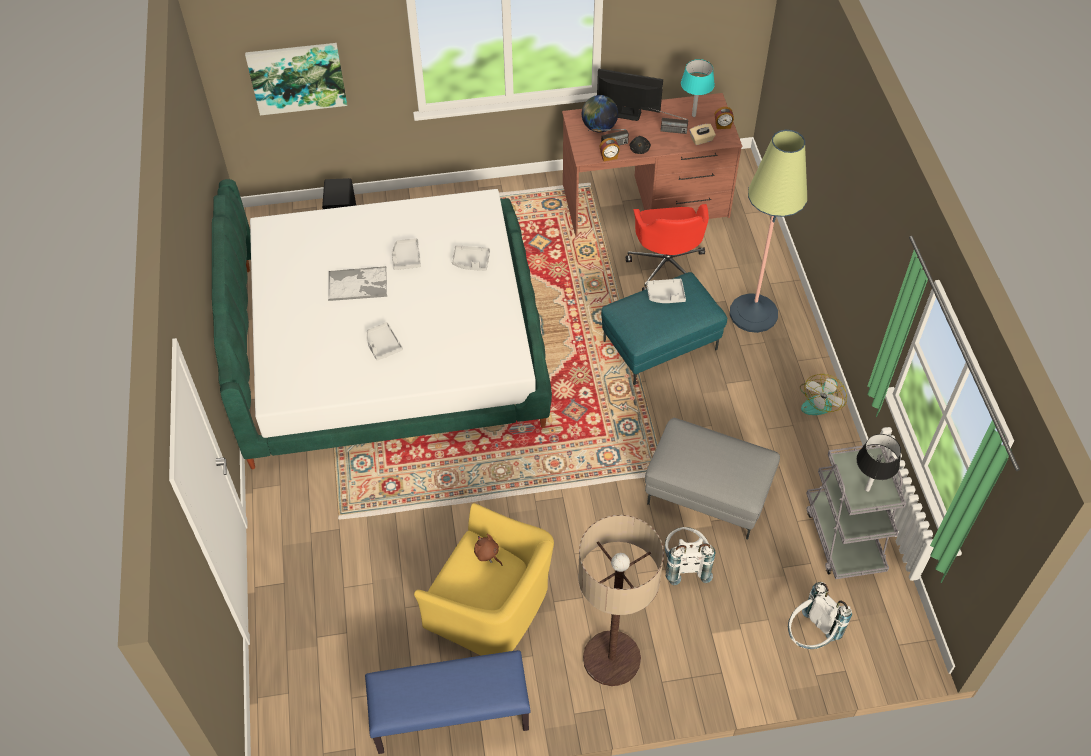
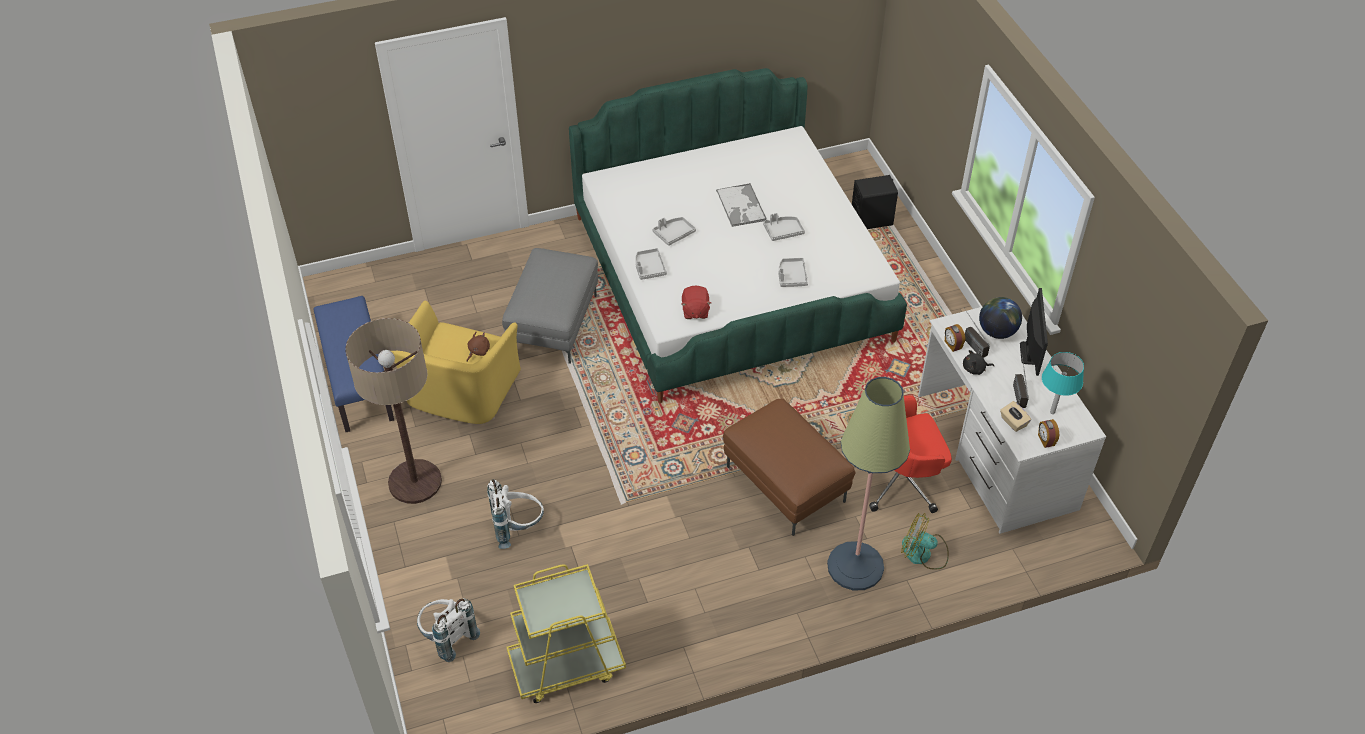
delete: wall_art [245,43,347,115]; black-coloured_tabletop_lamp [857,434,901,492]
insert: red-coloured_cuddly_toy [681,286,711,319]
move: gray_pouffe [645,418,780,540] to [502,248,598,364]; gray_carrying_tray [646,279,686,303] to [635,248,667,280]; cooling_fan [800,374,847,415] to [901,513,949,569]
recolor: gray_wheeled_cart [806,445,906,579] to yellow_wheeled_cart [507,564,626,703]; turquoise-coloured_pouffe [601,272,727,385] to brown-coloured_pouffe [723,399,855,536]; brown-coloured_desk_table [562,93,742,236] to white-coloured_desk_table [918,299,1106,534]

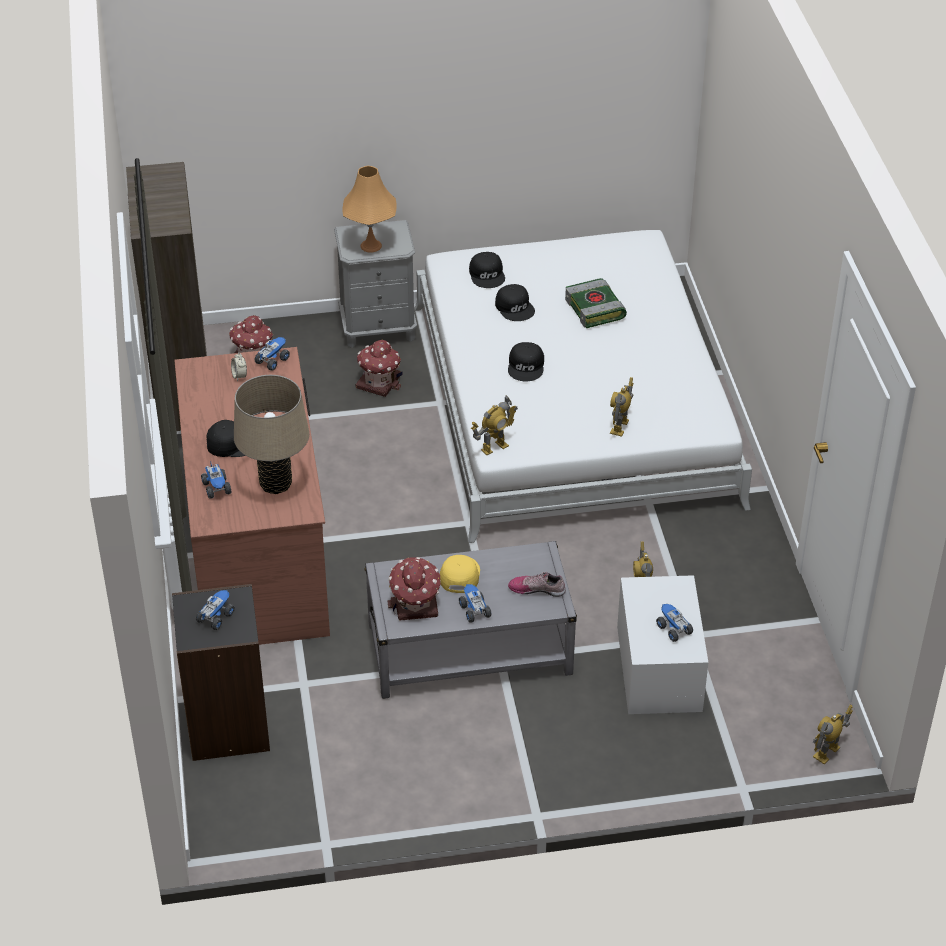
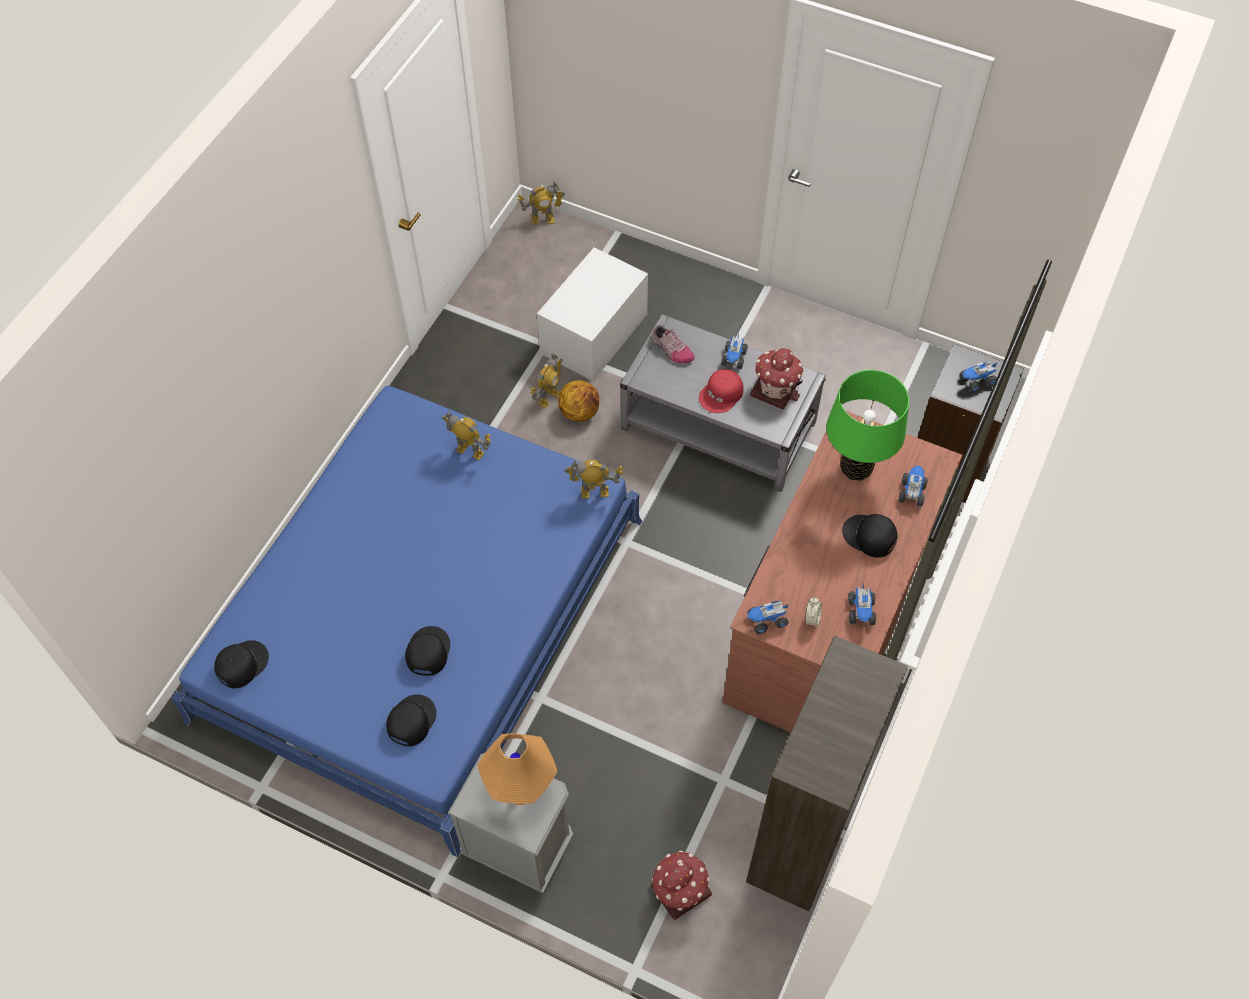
delete: miniature_house [356,340,403,397]; book [565,278,627,328]
insert: ball_for_basketball [558,380,599,422]
move: black-coloured_baseball_cap [508,342,544,381] to [214,640,269,688]; toy_truck [656,604,693,642] to [848,584,876,625]
recolor: white-coloured_bed [415,230,752,543] to blue_bed [171,385,642,857]; yellow_baseball_cap [440,555,480,593] to red-coloured_baseball_cap [699,369,744,413]; sand-coloured_tabletop_lamp [234,375,309,494] to greenish_tabletop_lamp [826,370,909,481]
rotate: model_robot [610,377,633,437] = [442,411,491,460] 120 degrees counterclockwise

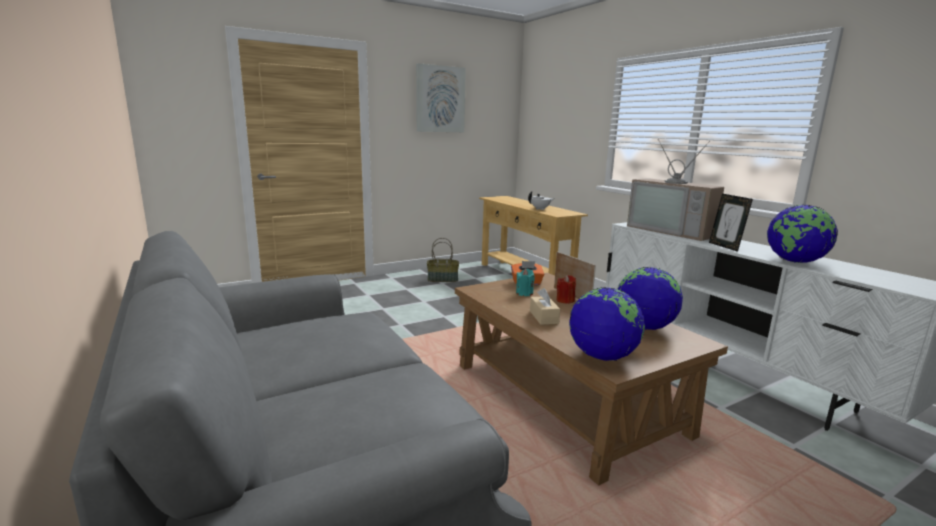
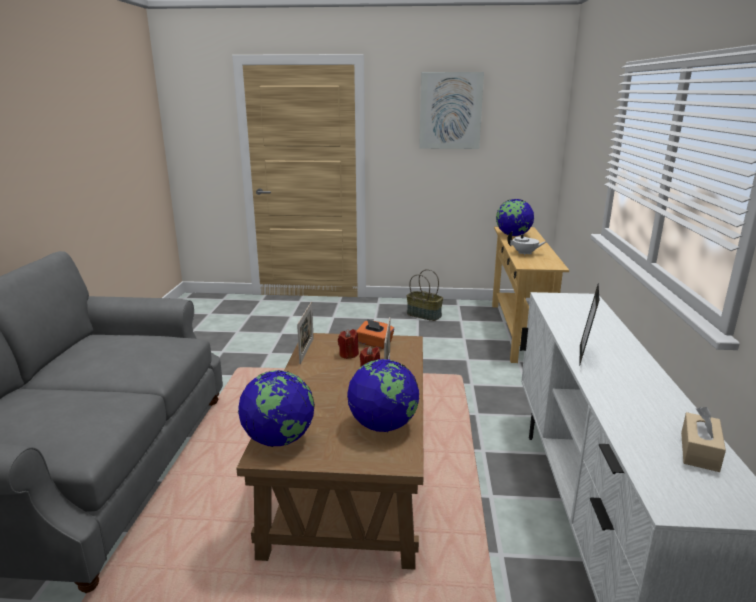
delete: TV_set [627,139,724,241]
insert: photo_frame [297,302,314,364]
move: world_globe [767,205,838,263] to [496,199,534,236]; sand-coloured_tissue_box [530,288,560,325] to [681,407,726,472]
recolor: turquoise-coloured_wax_light [516,269,535,296] to red-coloured_wax_light [338,329,359,359]

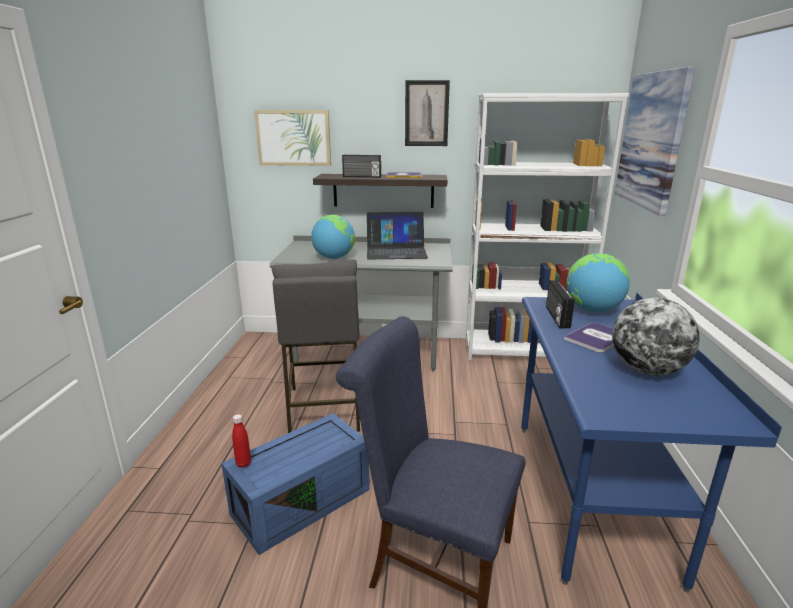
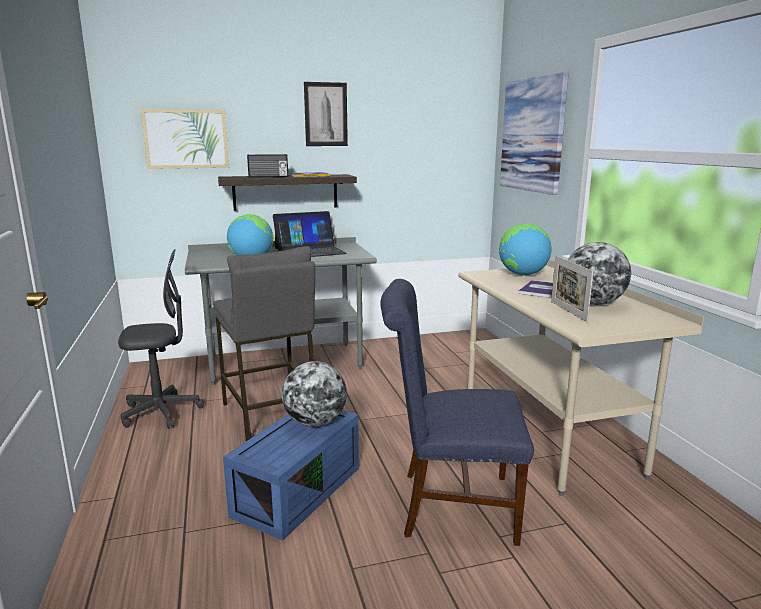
delete: red-coloured_drink_bottle [232,414,251,468]; white-coloured_bookcase [466,93,629,361]; radio_set [546,280,575,329]
insert: gray_computer_chair [118,249,204,429]; world_globe [282,361,347,427]; photo_frame [551,256,593,322]
recolor: blue_desk_table [521,293,782,593] to sand-coloured_desk_table [458,260,704,496]

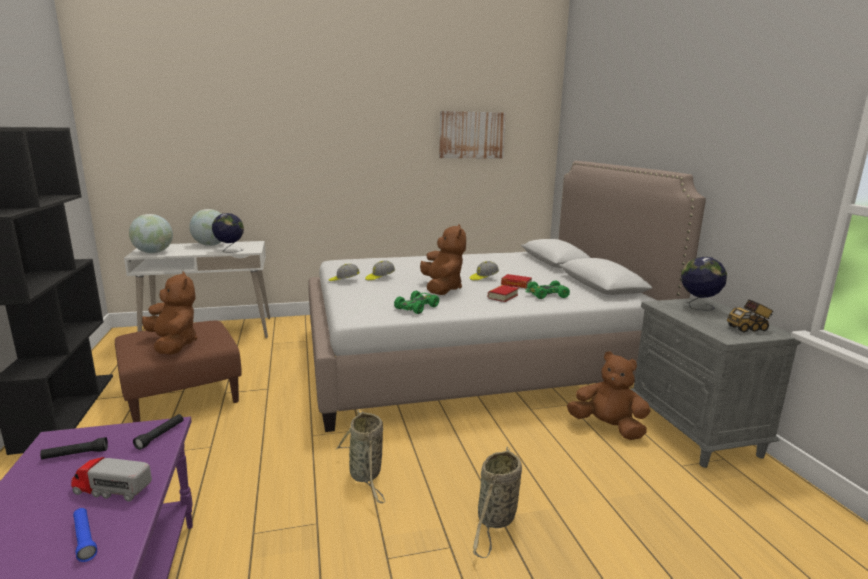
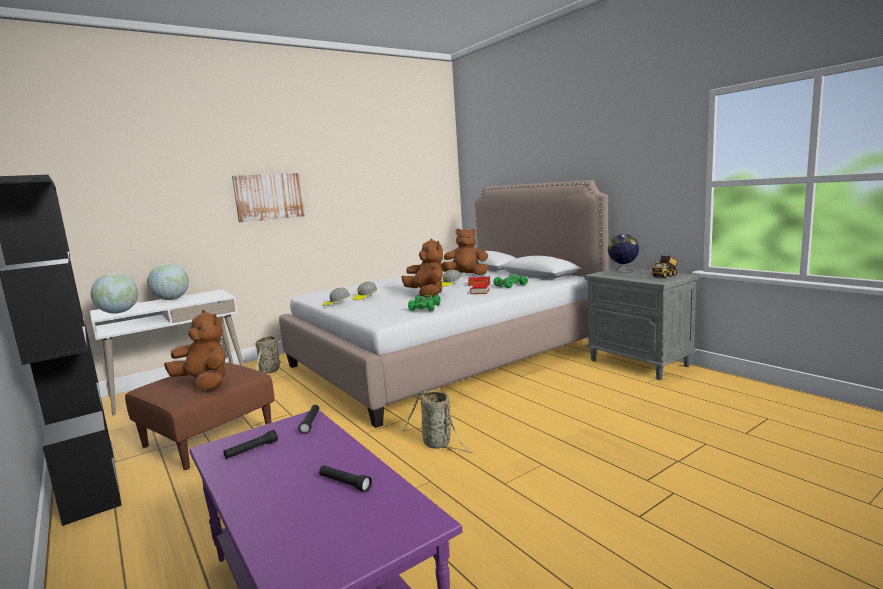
delete: toy_truck [71,457,152,502]; world_globe [212,213,244,253]
move: wall_art [439,111,506,158] to [232,173,306,222]; storage_basket [473,447,522,558] to [256,335,281,373]; brown-coloured_cuddly_toy [567,352,650,440] to [440,229,488,275]
recolor: blue_hand_torch [73,508,97,562] to black-coloured_hand_torch [319,465,372,492]

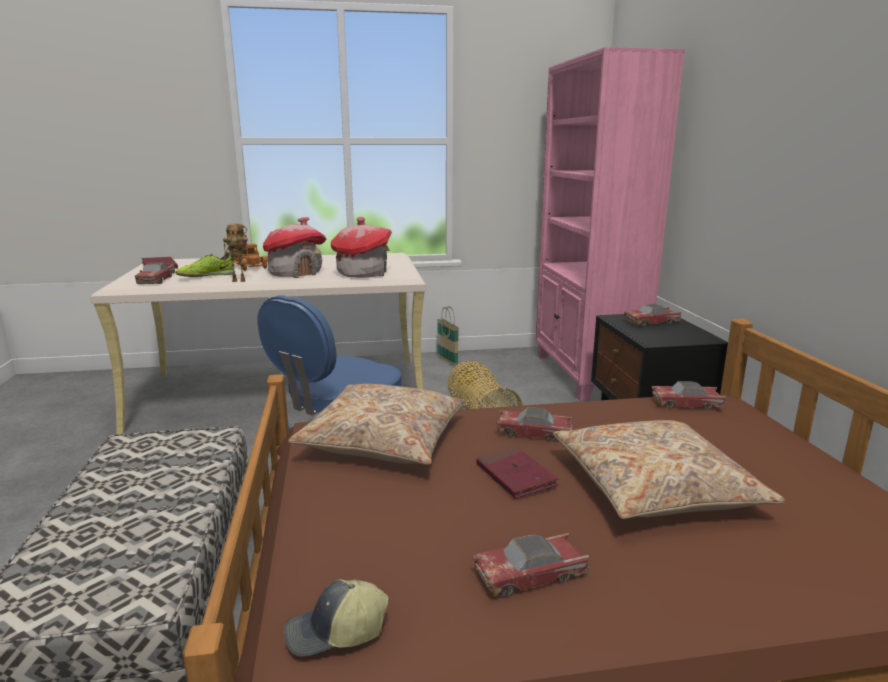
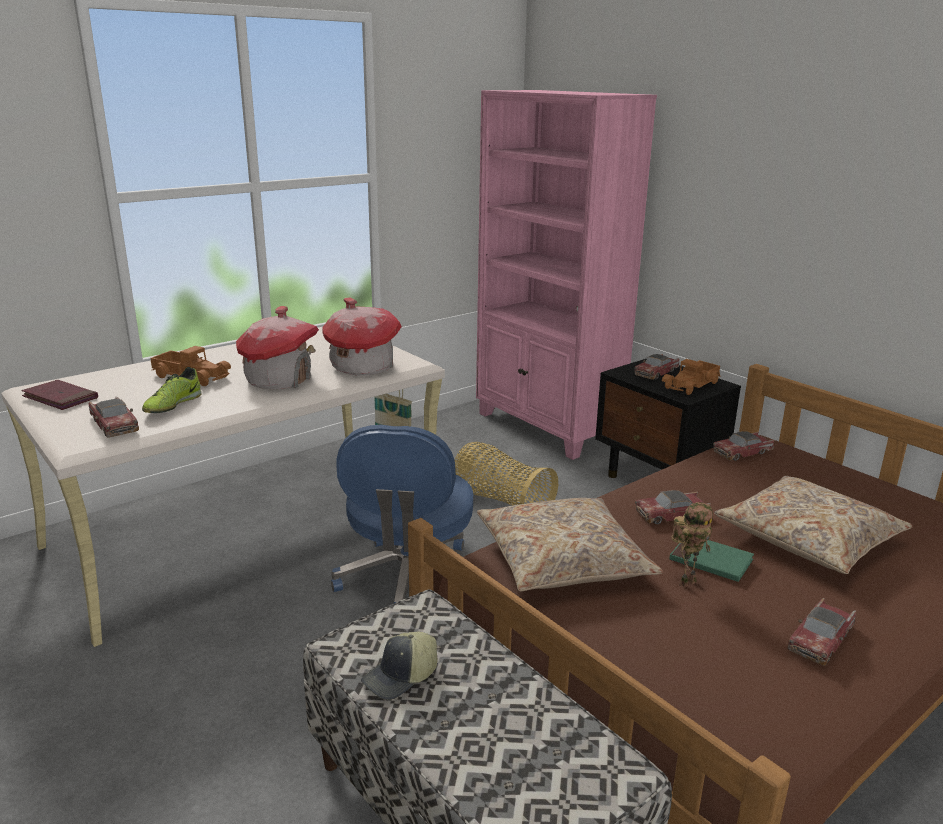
insert: toy_truck [662,359,721,395]
move: baseball_cap [284,579,389,657] to [361,631,438,700]; model_robot [223,224,249,282] to [672,502,713,588]
recolor: red-coloured_book [476,447,559,498] to greenish_book [670,540,754,582]

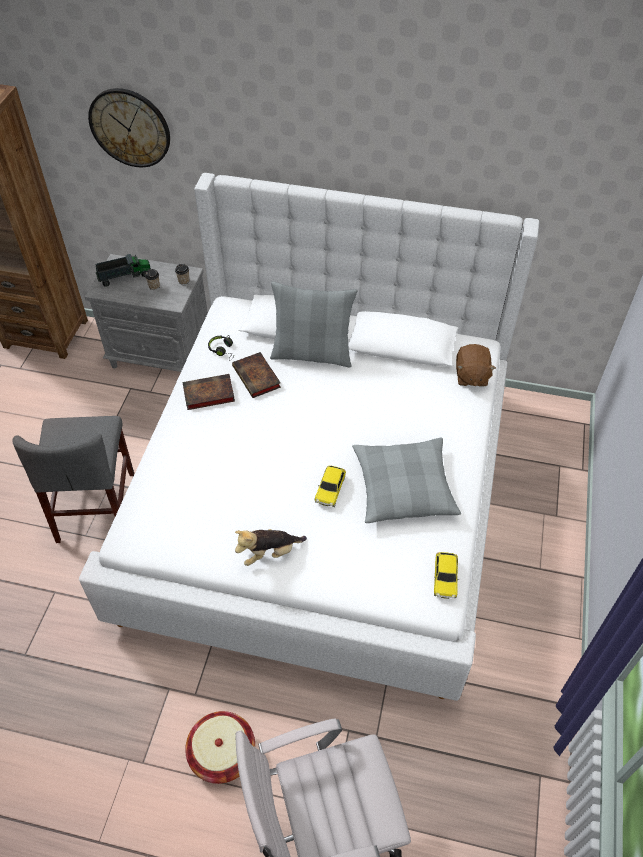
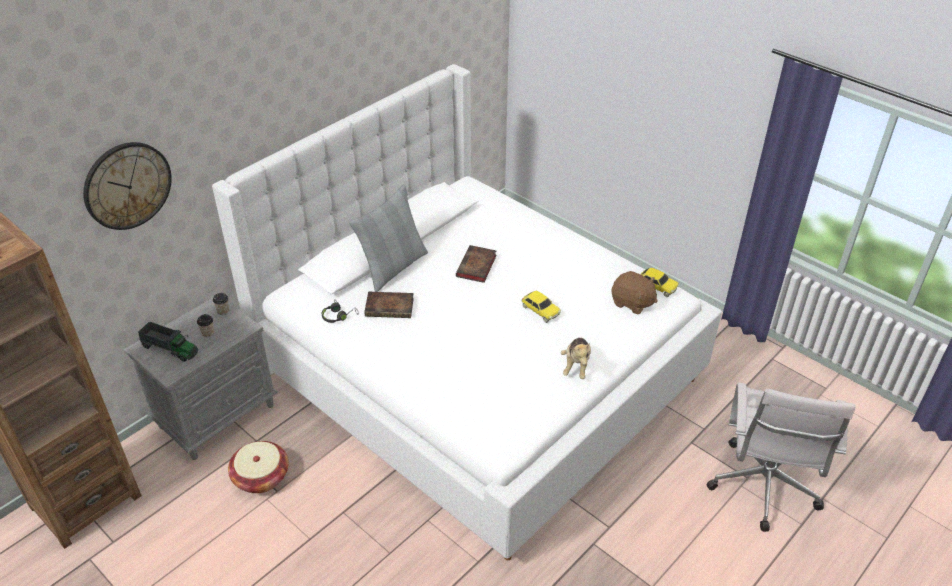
delete: gray_plain_chair [12,416,134,543]; gray_pillow [352,438,461,523]
move: storage_basket [185,711,255,784] to [228,441,289,493]; book [183,374,235,410] to [456,245,497,283]; brown-coloured_cuddly_toy [456,344,496,387] to [611,271,658,315]
rotate: toy_truck [95,254,151,287] = [138,322,198,362] 105 degrees clockwise

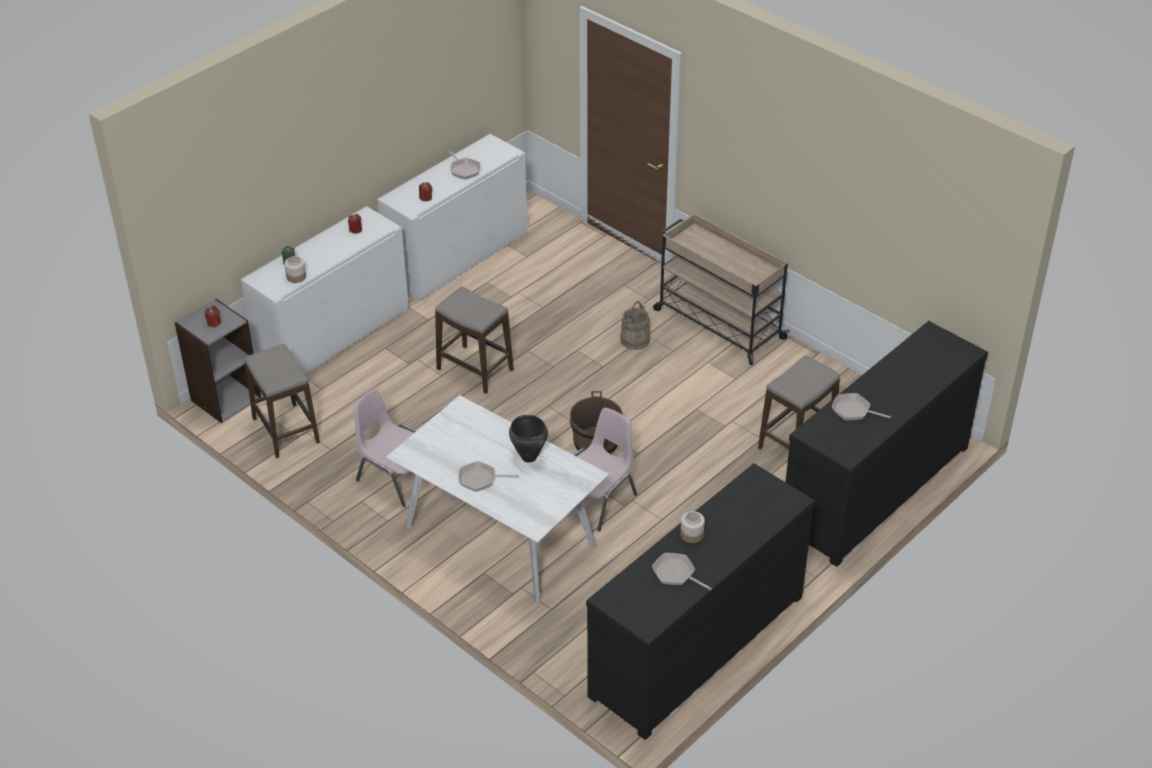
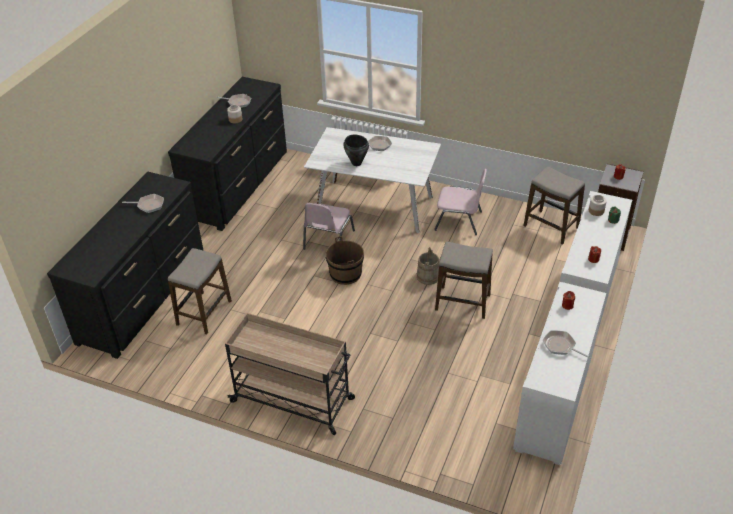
move: sand-coloured_water_bucket [620,301,650,350] to [417,247,439,285]

